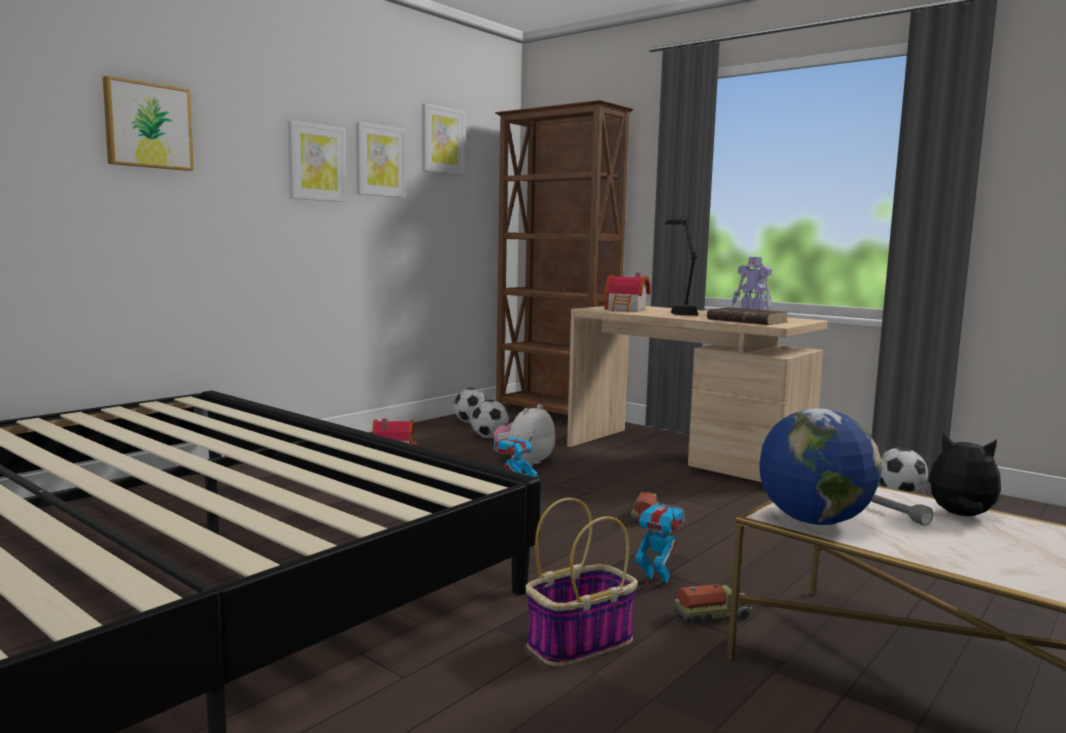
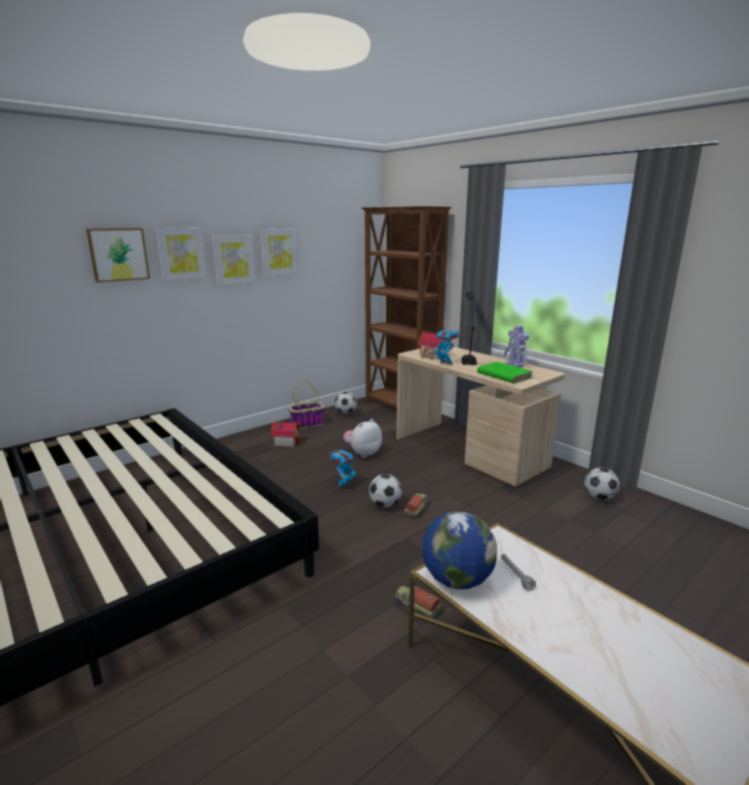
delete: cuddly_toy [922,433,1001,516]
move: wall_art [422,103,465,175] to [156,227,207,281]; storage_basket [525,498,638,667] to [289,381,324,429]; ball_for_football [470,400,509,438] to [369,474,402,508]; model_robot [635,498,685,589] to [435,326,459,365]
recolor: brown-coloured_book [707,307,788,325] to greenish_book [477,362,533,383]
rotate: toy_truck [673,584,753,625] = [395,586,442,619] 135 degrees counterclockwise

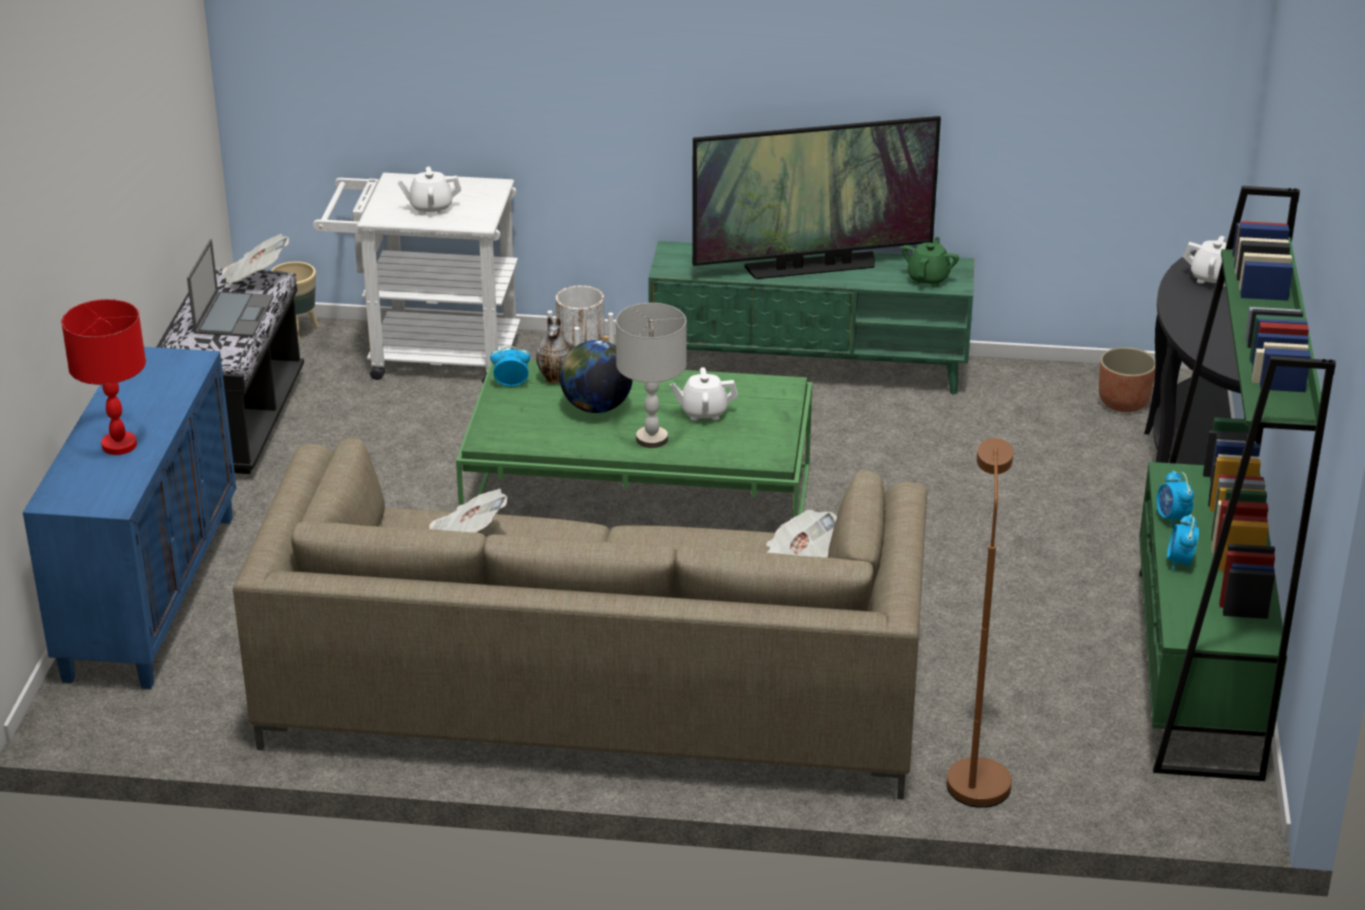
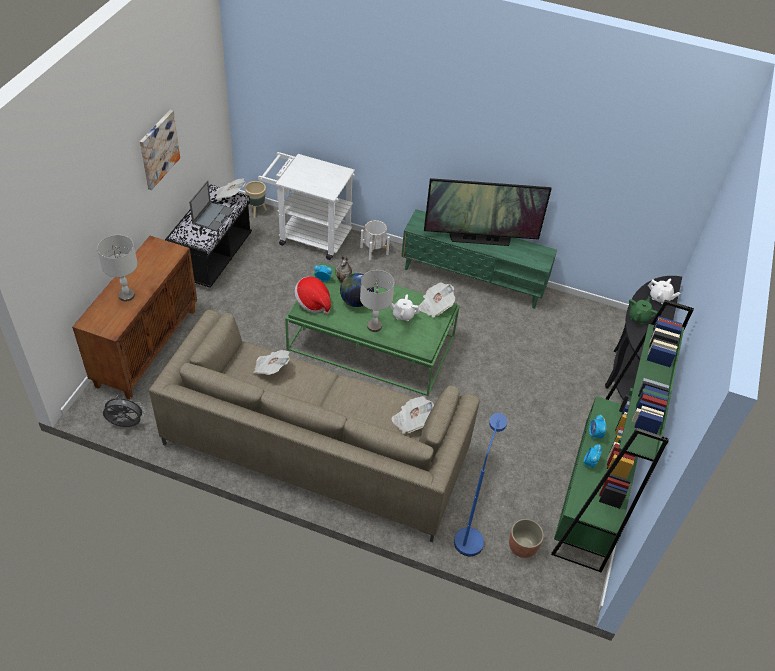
delete: white-coloured_pot_for_tea [397,167,461,215]
insert: gray_cooling_fan [102,395,144,427]; wall_art [140,110,180,190]; wearable_hat [295,277,331,314]; daily_paper [419,283,455,318]
move: plant_pot [1099,347,1156,412] to [509,519,544,558]; greenish_pot_for_tea [902,237,959,287] to [629,296,658,324]
recolor: blue_cupboard [23,347,236,689] to brown-coloured_cupboard [72,236,197,400]; red-coloured_tabletop_lamp [61,299,146,455] to gray_tabletop_lamp [97,235,138,302]; brown-coloured_standing_lamp [946,438,1014,808] to blue_standing_lamp [454,413,507,556]

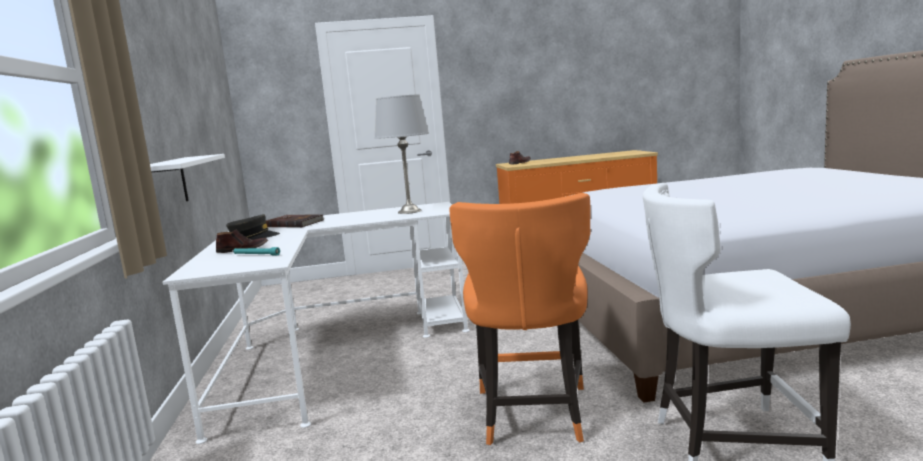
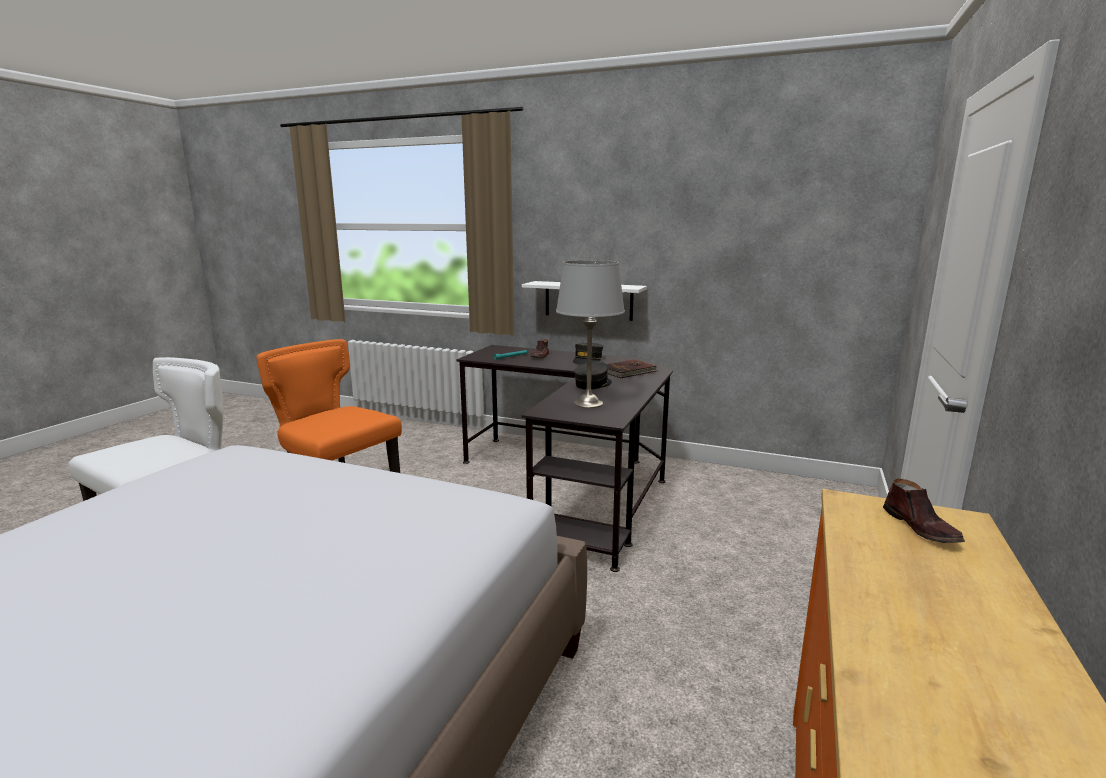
insert: gray_baseball_cap [574,361,612,390]
recolor: white-coloured_desk_table [163,202,470,444] to black-coloured_desk_table [456,345,673,572]

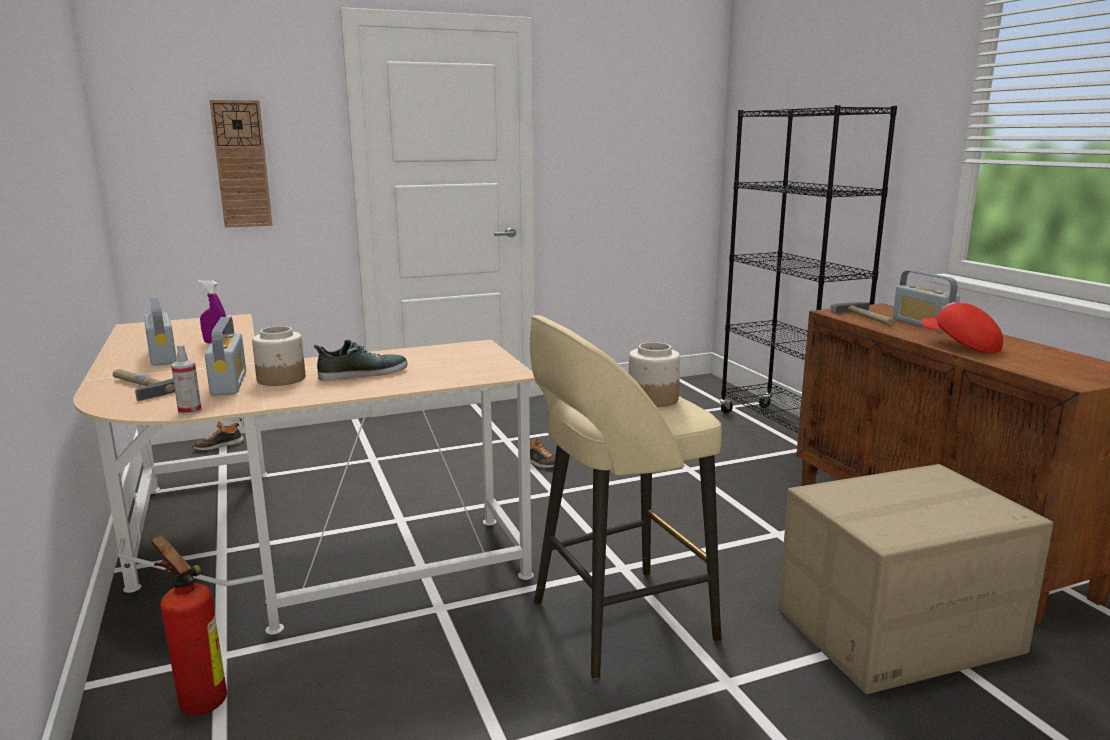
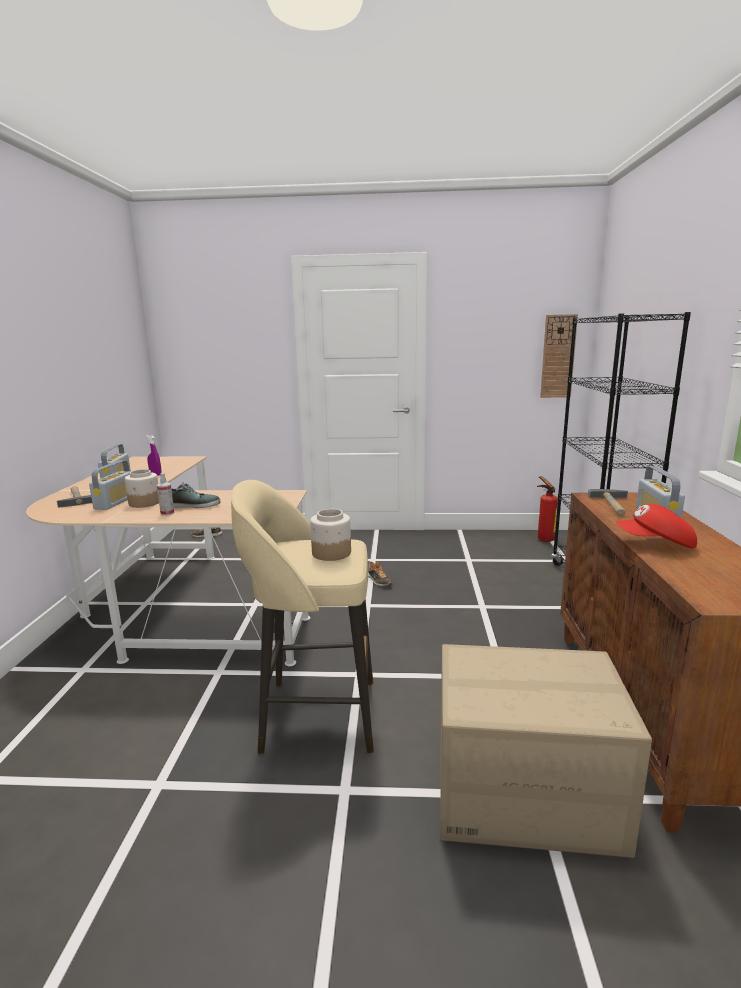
move: sprayer [171,344,202,415] to [157,473,174,516]; fire_extinguisher [151,535,227,715] to [537,476,558,542]; clock_on_the_wall [209,100,272,228] to [540,314,578,398]
rotate: red-coloured_baseball_cap [921,302,1003,354] = [616,504,697,548] 75 degrees counterclockwise

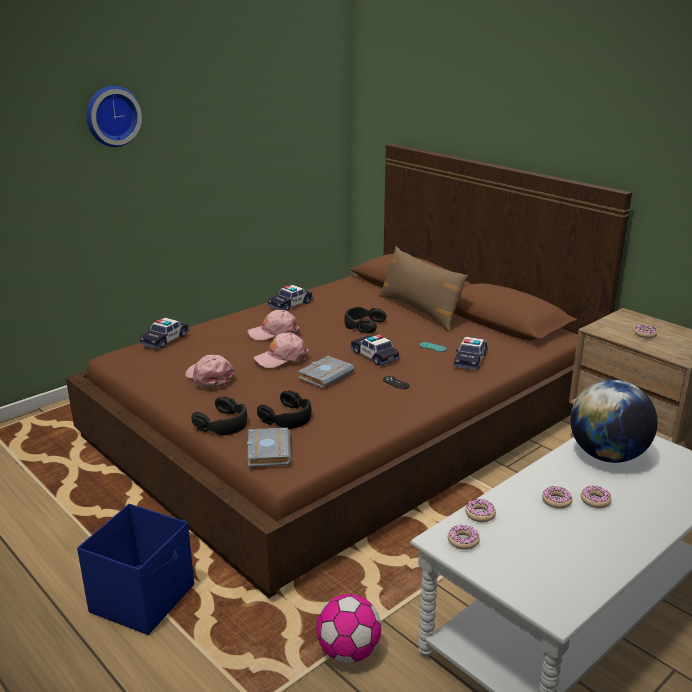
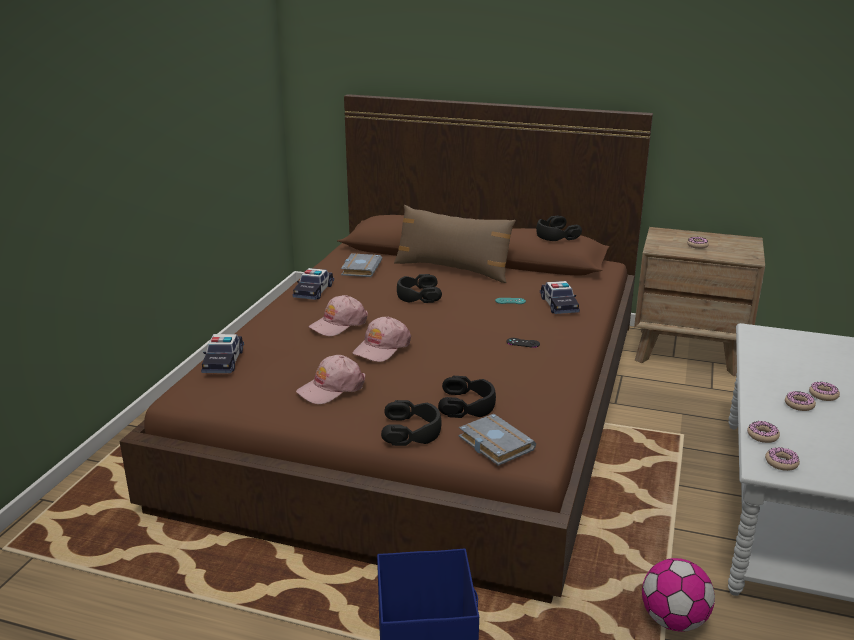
delete: clock_on_the_wall [86,86,142,147]; model_car [350,334,400,365]; world_globe [570,380,658,463]
insert: black-coloured_headset [536,216,582,241]
move: gray_book [298,356,355,388] to [341,253,382,277]
rotate: pinkish_baseball_cap [185,355,235,389] = [296,355,366,404] 60 degrees counterclockwise

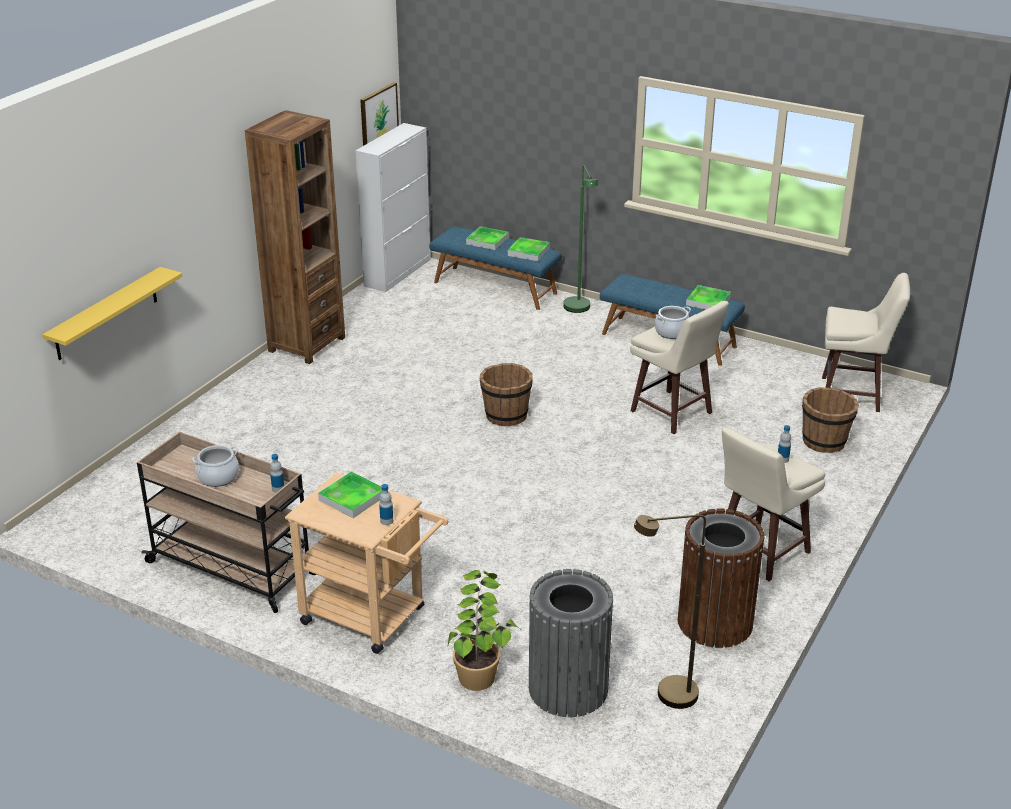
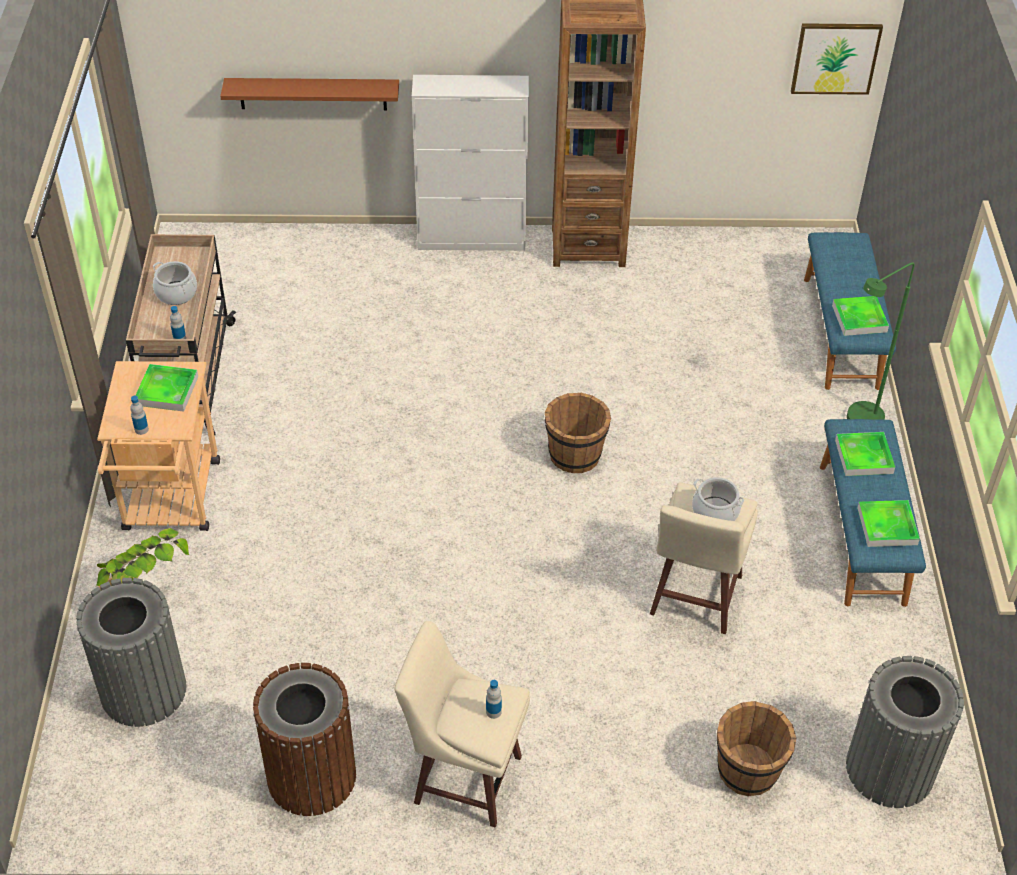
delete: brown-coloured_standing_lamp [634,515,706,709]
move: white-coloured_cupboard [355,123,431,292] to [412,75,529,251]; carrying_tray [466,226,509,250] to [835,432,895,476]
replace: sand-coloured_stool_seat [822,273,910,412] to gray_rubbish_bin [846,656,964,808]
recolor: yellow_bracket_shelf [42,267,182,360] to brown-coloured_bracket_shelf [220,78,399,110]

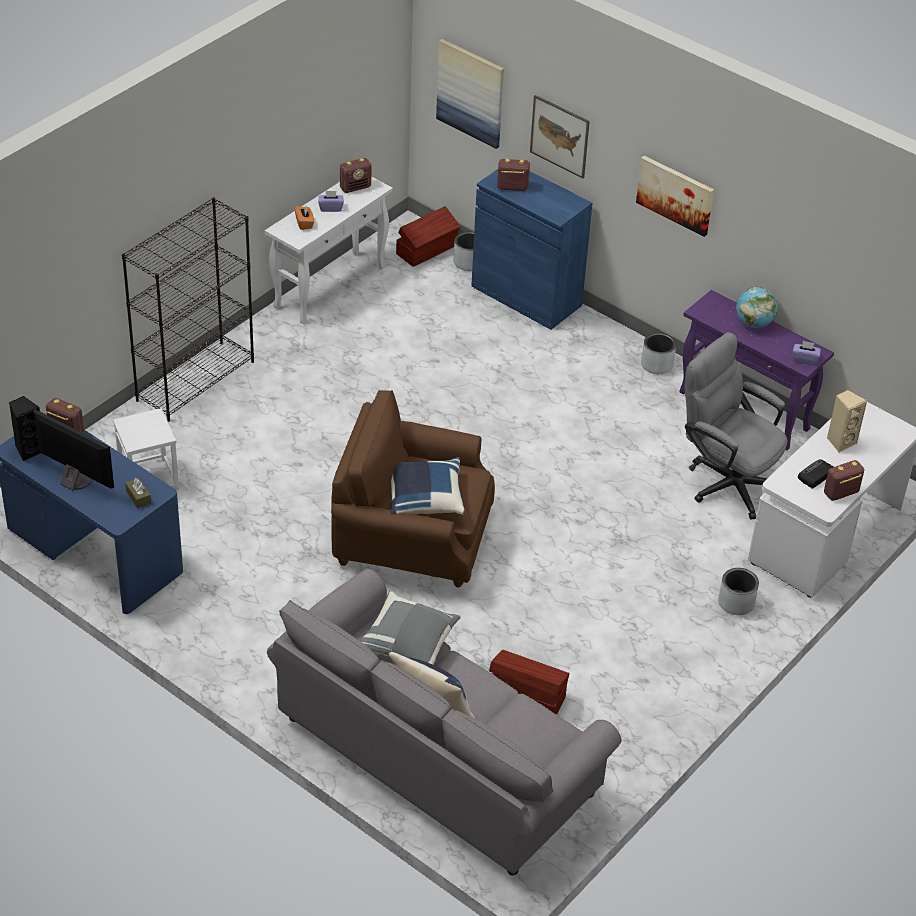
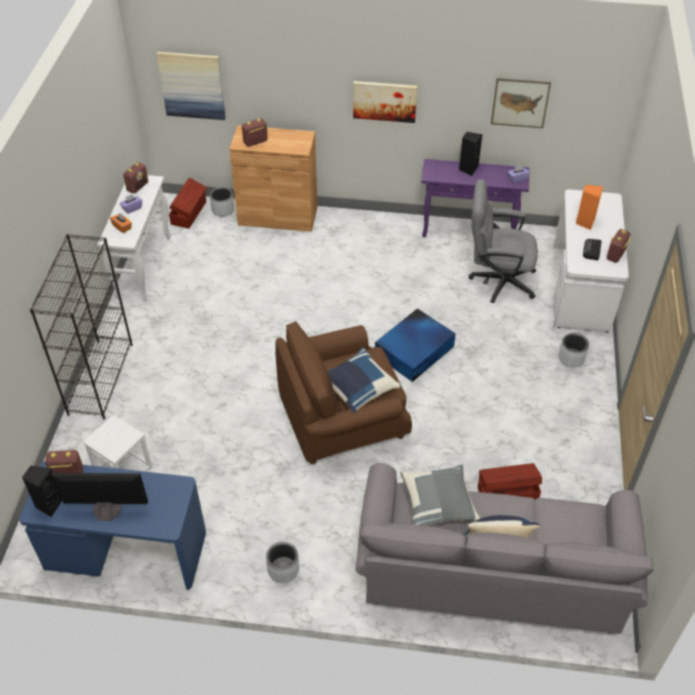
delete: brown-coloured_tissue_box [125,478,151,508]
insert: blue_storage_box [375,308,456,382]
move: gray_plant_pot [641,333,676,374] to [266,542,299,583]; wall_art [530,95,590,178] to [491,78,551,128]
replace: world_globe [736,287,778,328] to black-coloured_audio_speaker [459,132,482,176]
recolor: blue_cupboard [471,169,592,330] to brown-coloured_cupboard [229,125,317,232]; sand-coloured_audio_speaker [827,390,867,453] to orange_audio_speaker [576,185,603,230]

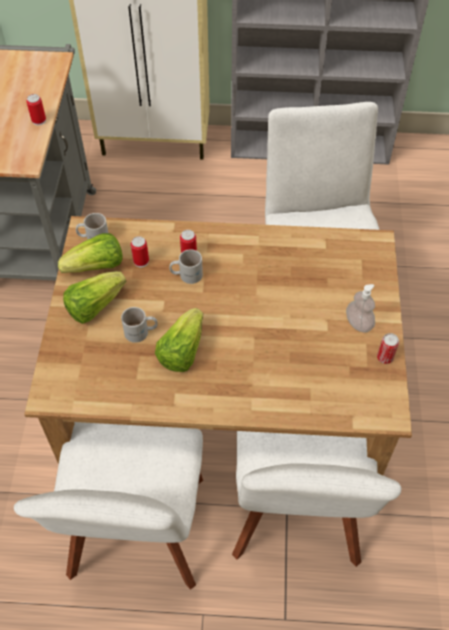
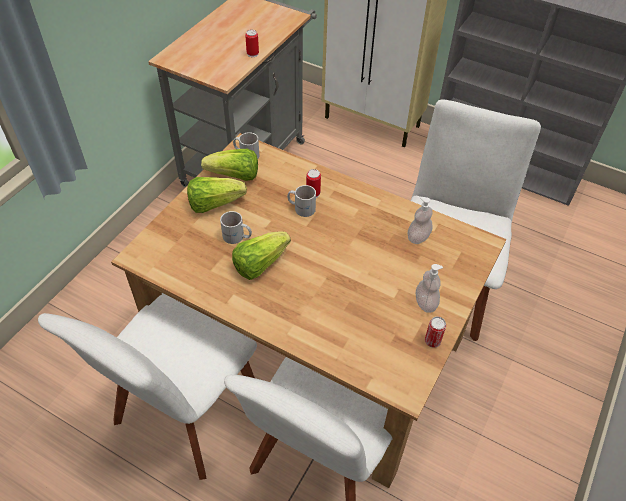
delete: metal_can [131,236,149,267]
insert: soap_bottle [408,197,432,244]

